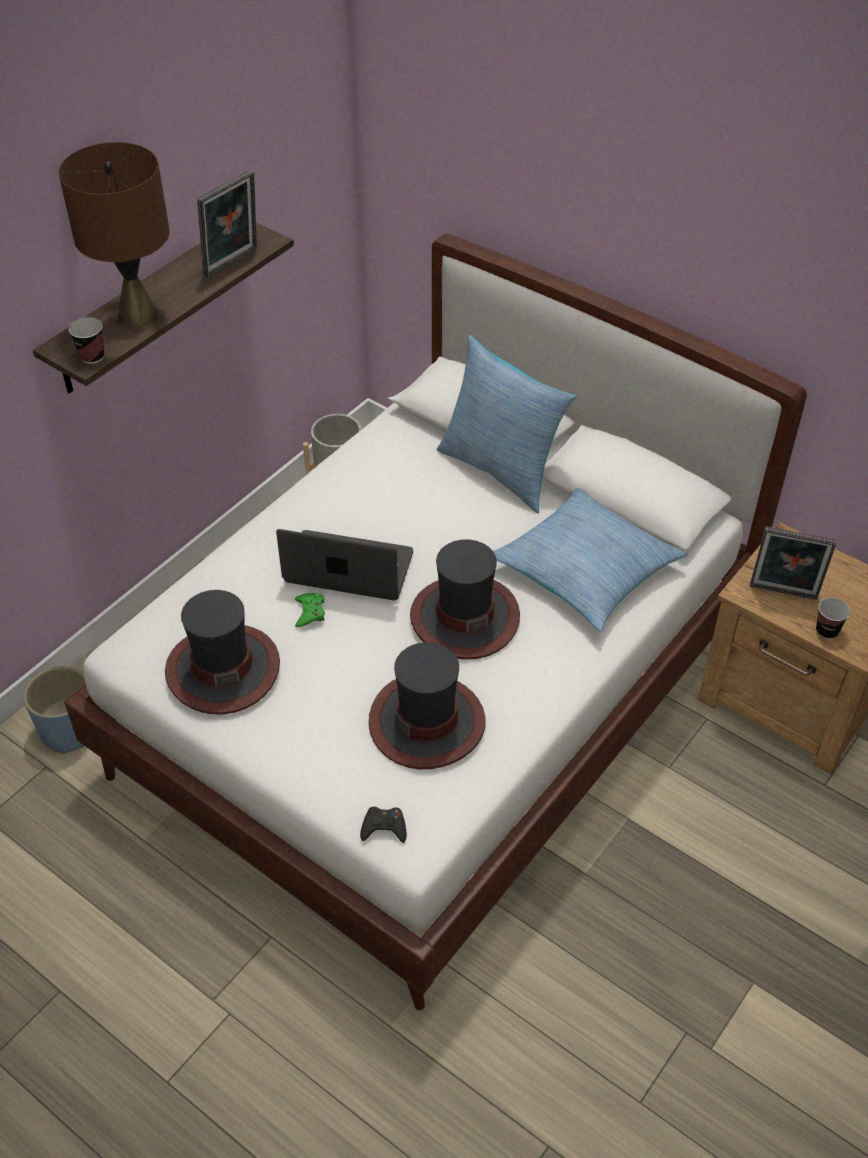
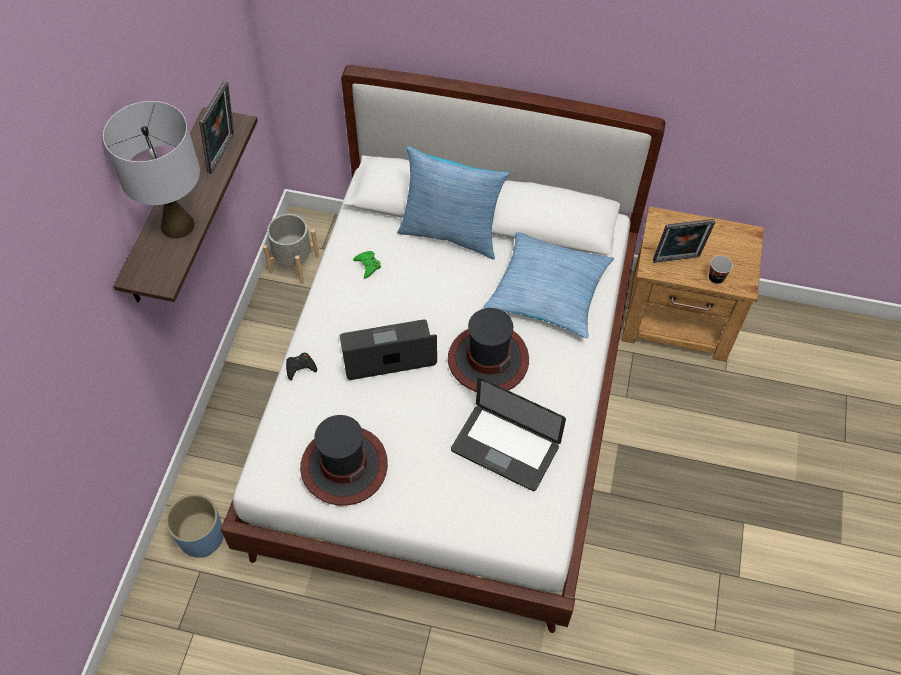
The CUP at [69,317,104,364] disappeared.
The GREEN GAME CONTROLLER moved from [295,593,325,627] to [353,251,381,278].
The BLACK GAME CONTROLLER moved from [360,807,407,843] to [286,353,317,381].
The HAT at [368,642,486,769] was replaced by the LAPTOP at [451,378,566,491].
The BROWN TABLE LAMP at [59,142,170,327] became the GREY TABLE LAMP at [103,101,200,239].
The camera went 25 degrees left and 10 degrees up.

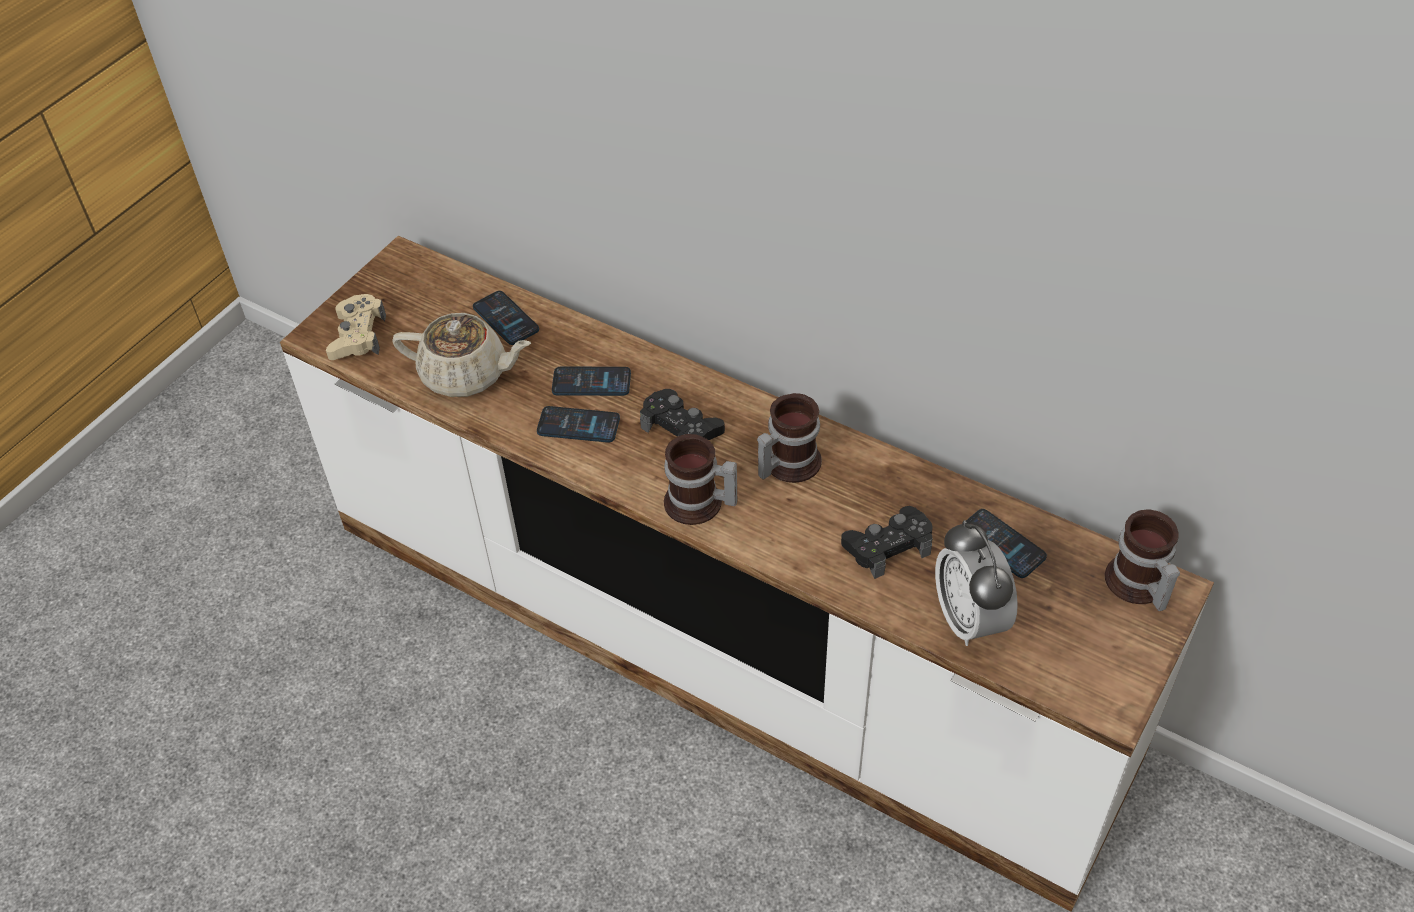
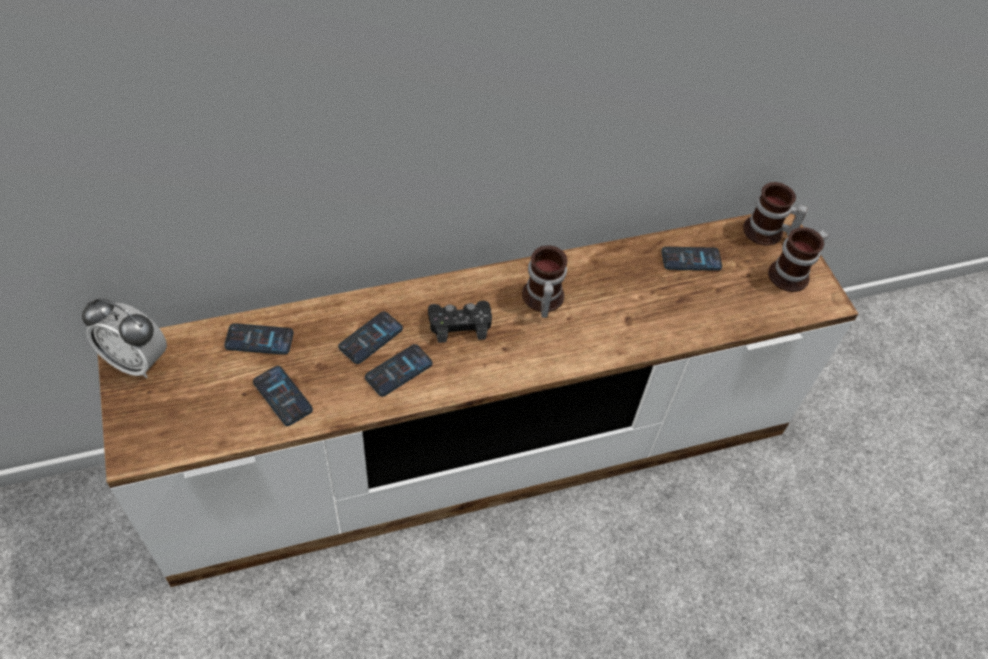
The BEIGE GAME CONTROLLER at [326,294,386,360] disappeared.
The BLACK GAME CONTROLLER at [841,506,933,579] disappeared.
The MUG moved from [664,434,737,525] to [768,227,829,292].
The ALARM CLOCK moved from [935,520,1018,646] to [82,299,167,378].
The BEIGE TEAPOT at [392,313,531,397] was replaced by the PHONE at [253,366,313,426].
The camera went 55 degrees left and 5 degrees up.

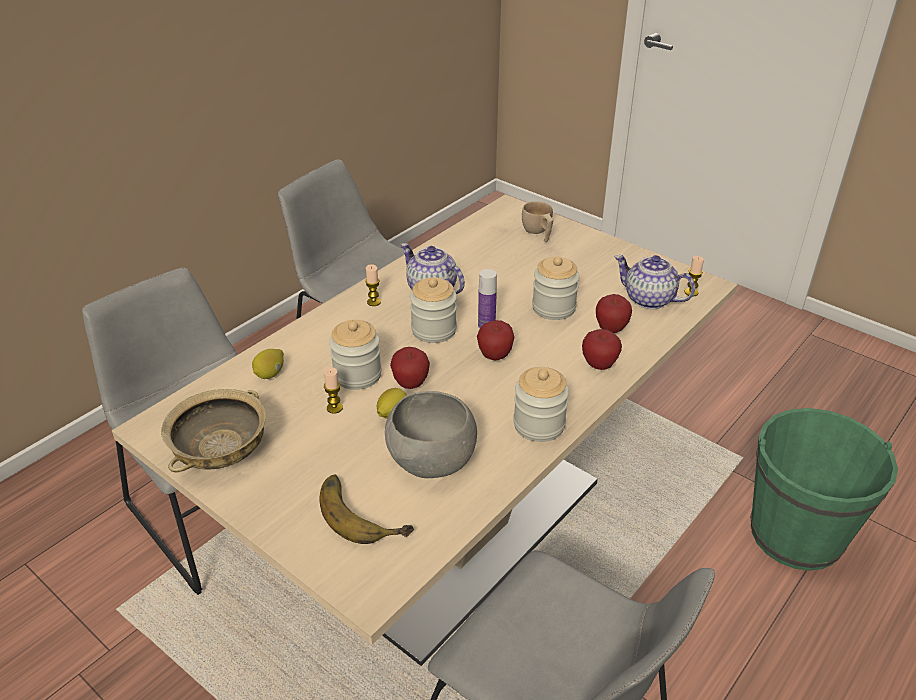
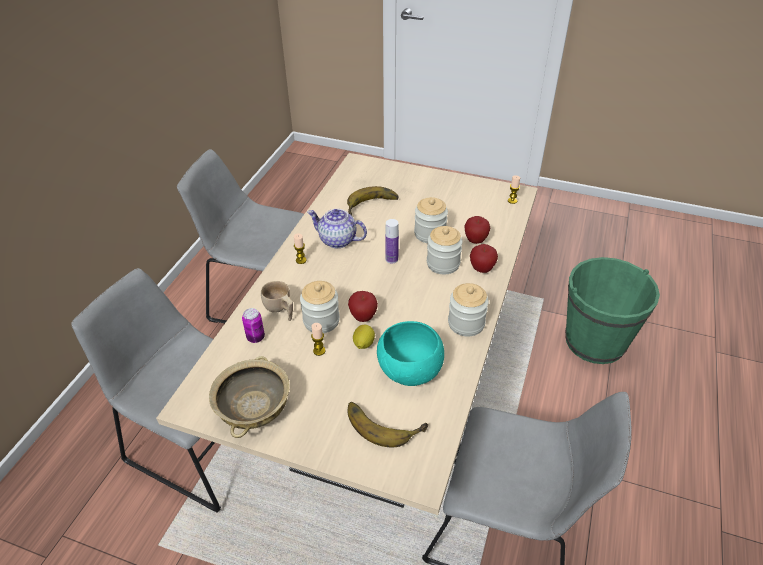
The APPLE at [477,320,514,360] disappeared.
The TEAPOT at [614,255,695,309] disappeared.
The BANANA at [347,186,399,216] appeared.
The JAR moved from [410,277,457,343] to [427,226,463,274].
The BEIGE CUP moved from [522,201,553,242] to [261,281,293,321].
The LEMON at [252,349,284,379] was replaced by the CAN at [242,308,265,343].
The GREY BOWL at [385,391,477,478] became the TURQUOISE BOWL at [377,321,444,386].
The camera went 20 degrees left and 5 degrees up.

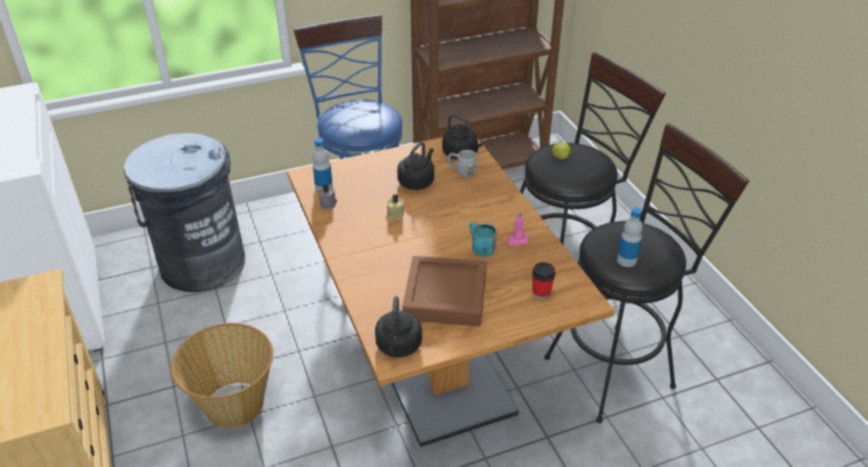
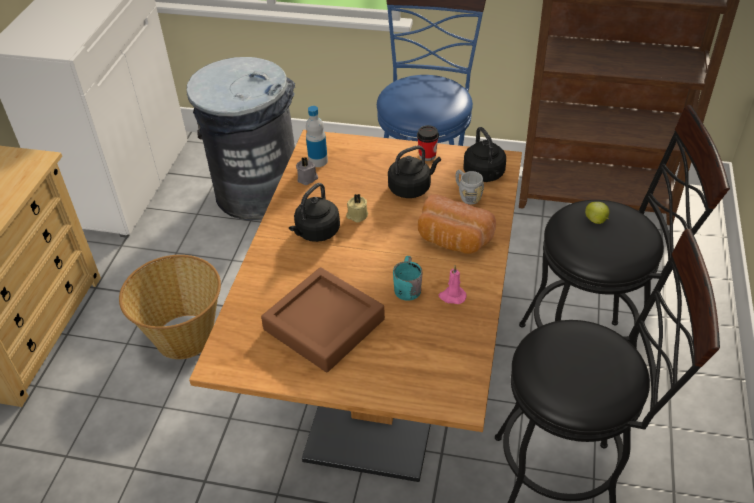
The BOTTLE at [617,207,643,267] disappeared.
The BREAD at [418,194,496,254] appeared.
The BLACK KETTLE moved from [375,296,422,357] to [289,183,340,242].
The CUP moved from [532,262,556,299] to [417,125,439,161].
The camera went 35 degrees right and 5 degrees up.

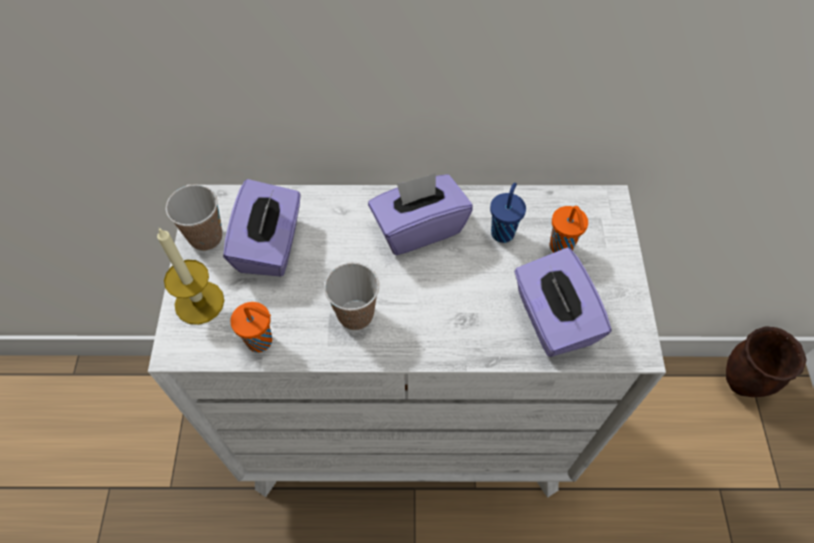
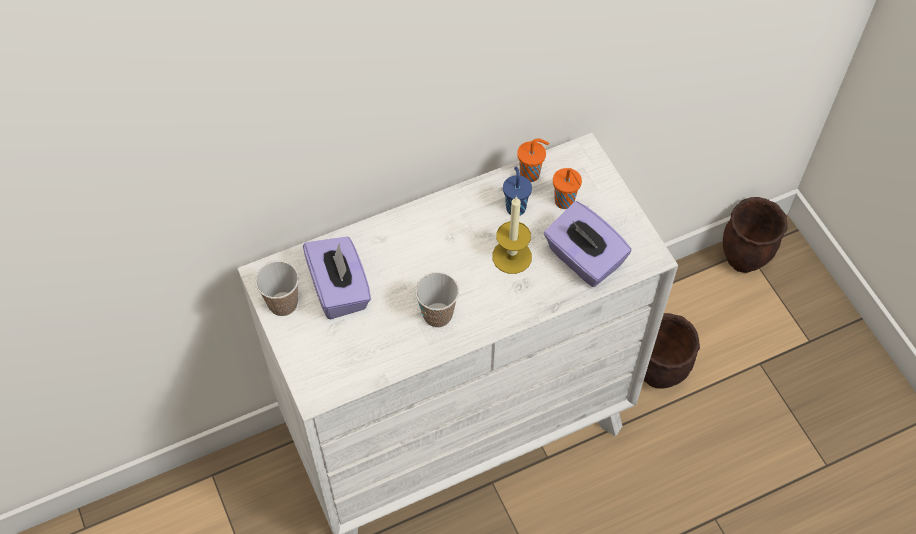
The PURPLE TISSUE BOX at [368,173,473,255] disappeared.
The BROWN PLANTER at [644,313,700,388] appeared.
The CANDLE moved from [157,228,224,325] to [492,196,532,274].
The ORANGE CUP moved from [230,302,272,352] to [517,138,549,182].
The camera went 25 degrees left and 0 degrees up.

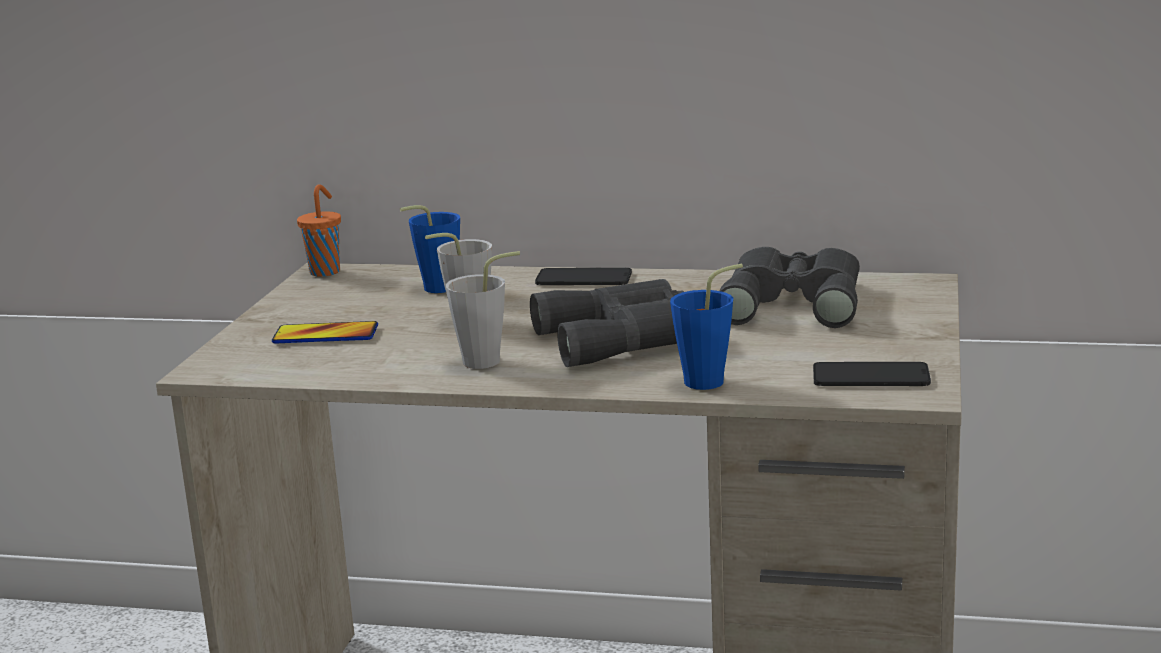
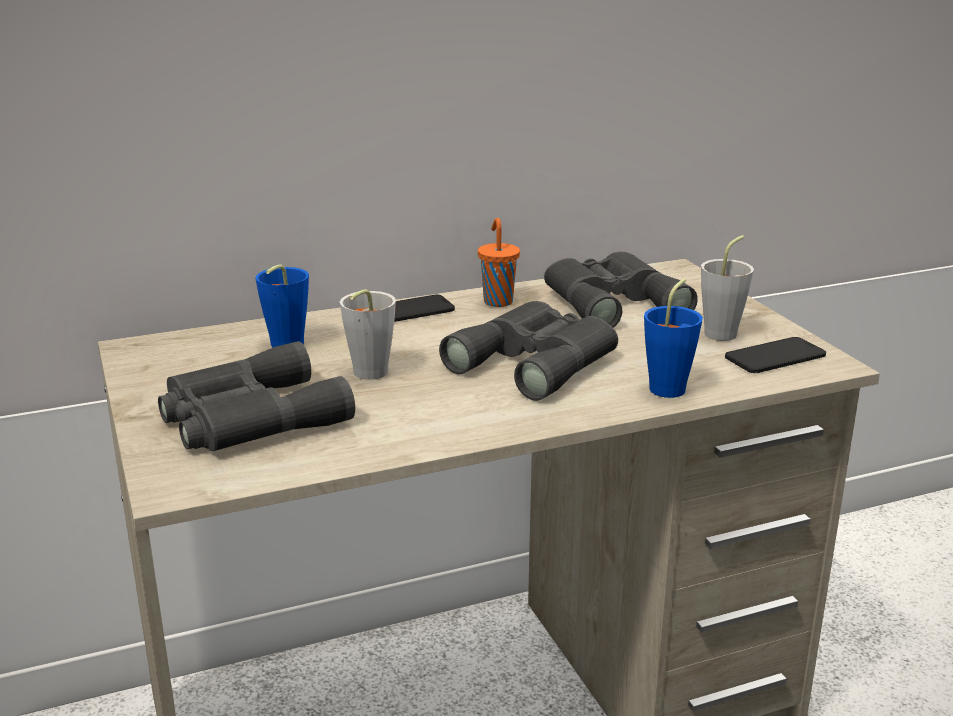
The ORANGE CUP moved from [297,184,341,277] to [478,218,520,307].
The GREY CUP moved from [446,251,520,369] to [701,235,754,341].
The PHONE at [272,321,378,344] was replaced by the GREY BINOCULARS at [158,341,355,452].
The camera went 35 degrees left and 5 degrees up.

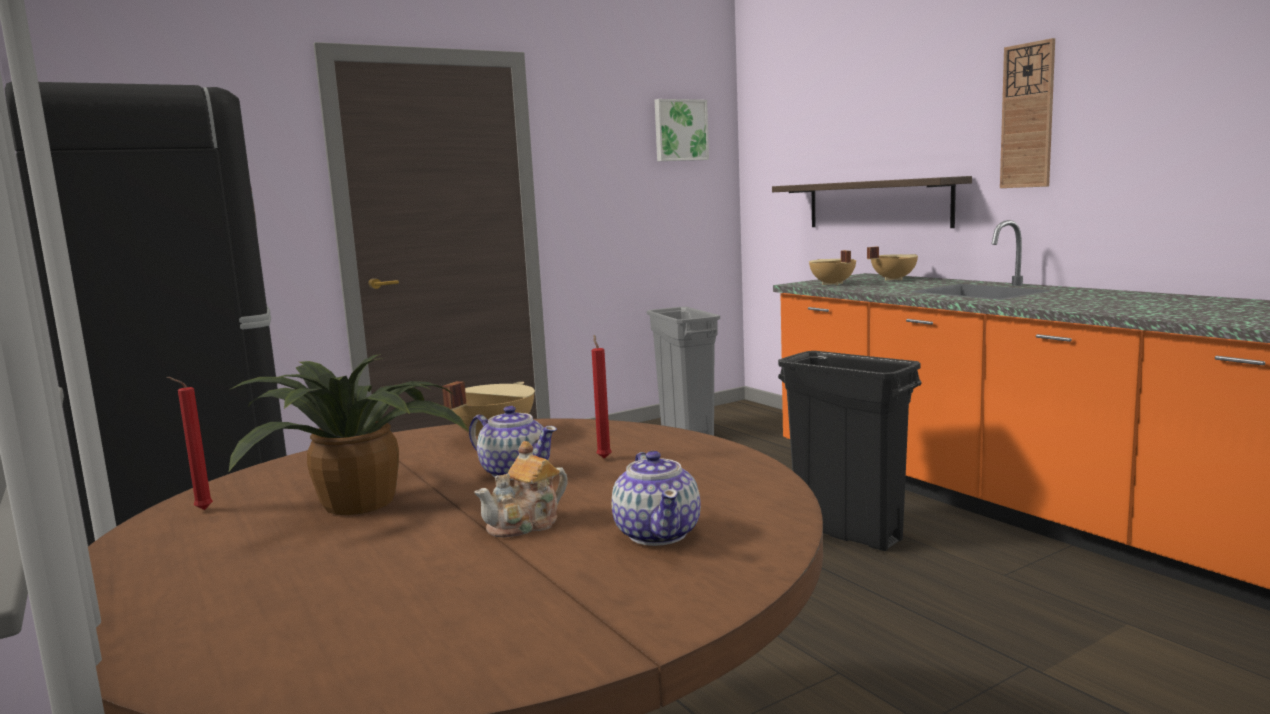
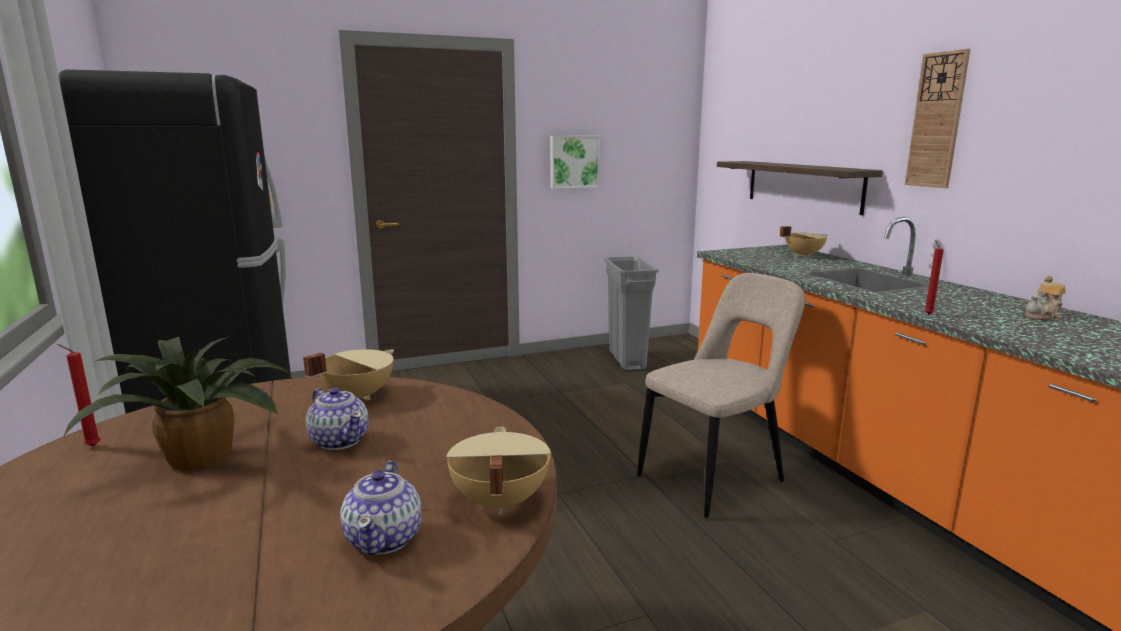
The TEAPOT moved from [474,441,568,538] to [1024,276,1065,320].
The RED CANDLE moved from [592,335,612,459] to [924,240,944,314].
The PICTURE moved from [655,99,709,161] to [550,136,600,189].
The BEIGE COOKING POT moved from [809,250,856,285] to [446,426,551,515].
The BLACK TRASH CAN at [778,351,922,551] was replaced by the BEIGE CHAIR at [637,273,805,518].
The camera went 10 degrees right and 5 degrees up.

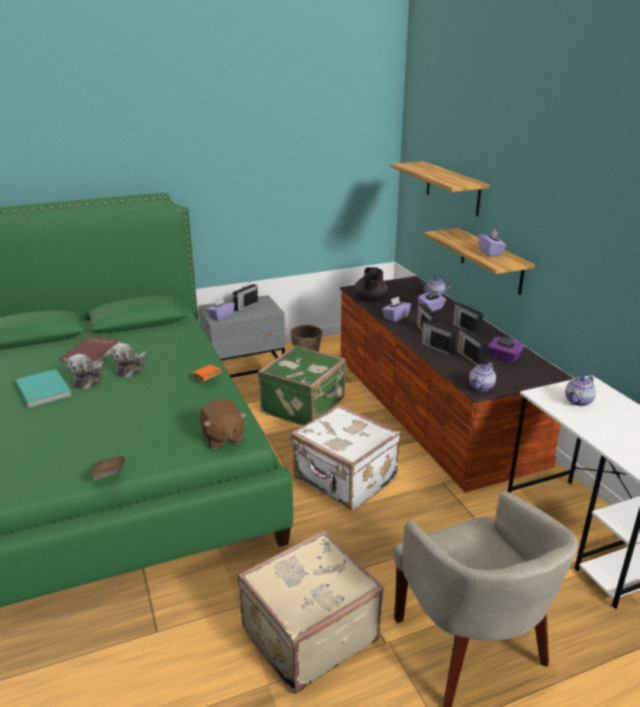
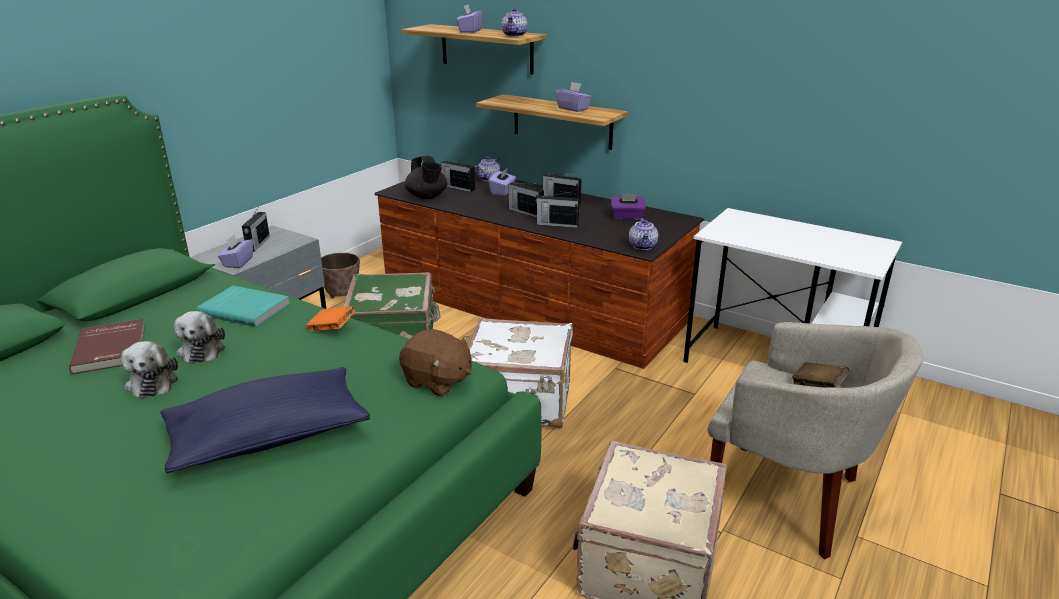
The BLUE PILLOW at [160,367,370,473] appeared.
The TURQUOISE BOOK moved from [15,369,72,408] to [196,286,290,327].
The BROWN BOOK moved from [90,456,125,481] to [792,362,849,388].
The PURPLE TISSUE BOX moved from [382,296,411,322] to [456,5,483,33].
The RADIO moved from [457,328,487,366] to [441,159,475,192].
The TEAPOT moved from [565,375,596,406] to [502,8,528,37].
The camera went 35 degrees left and 0 degrees up.

